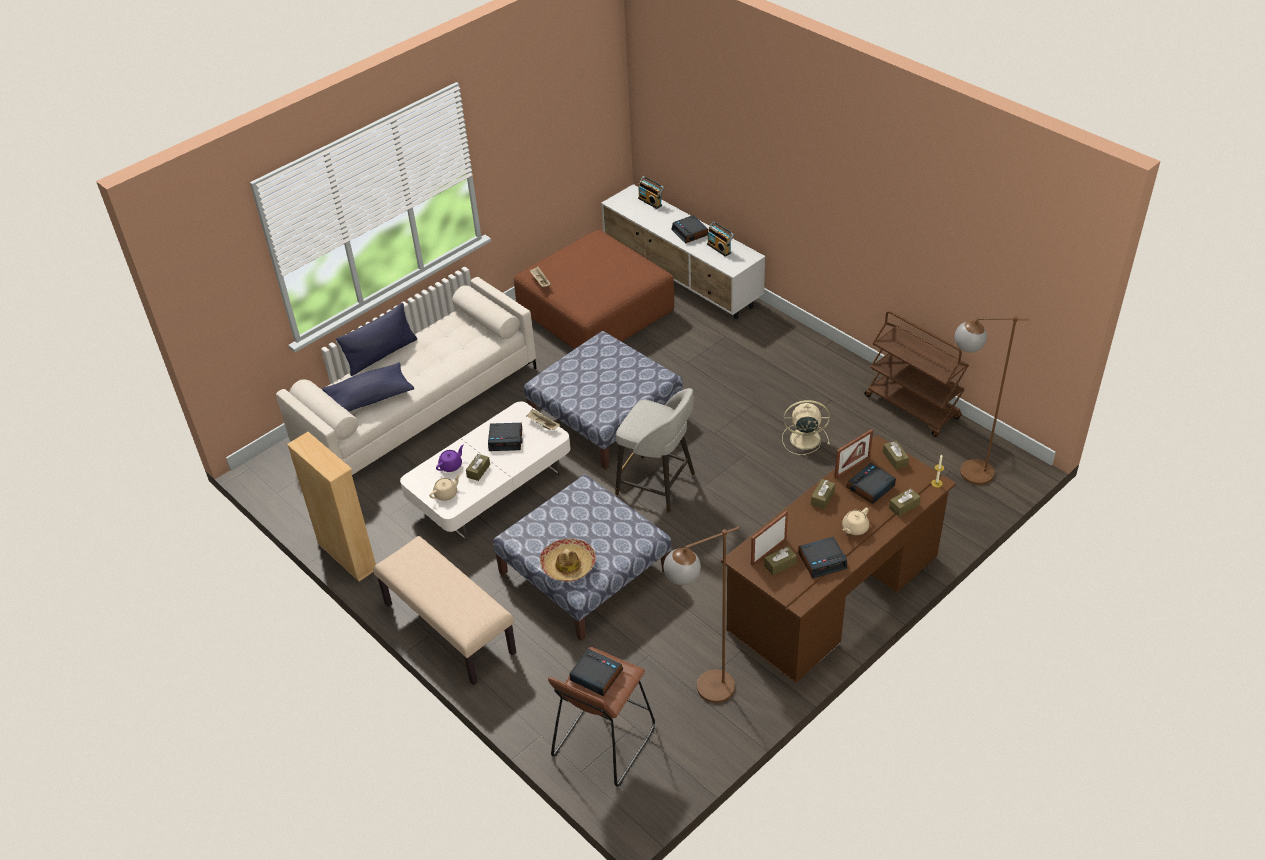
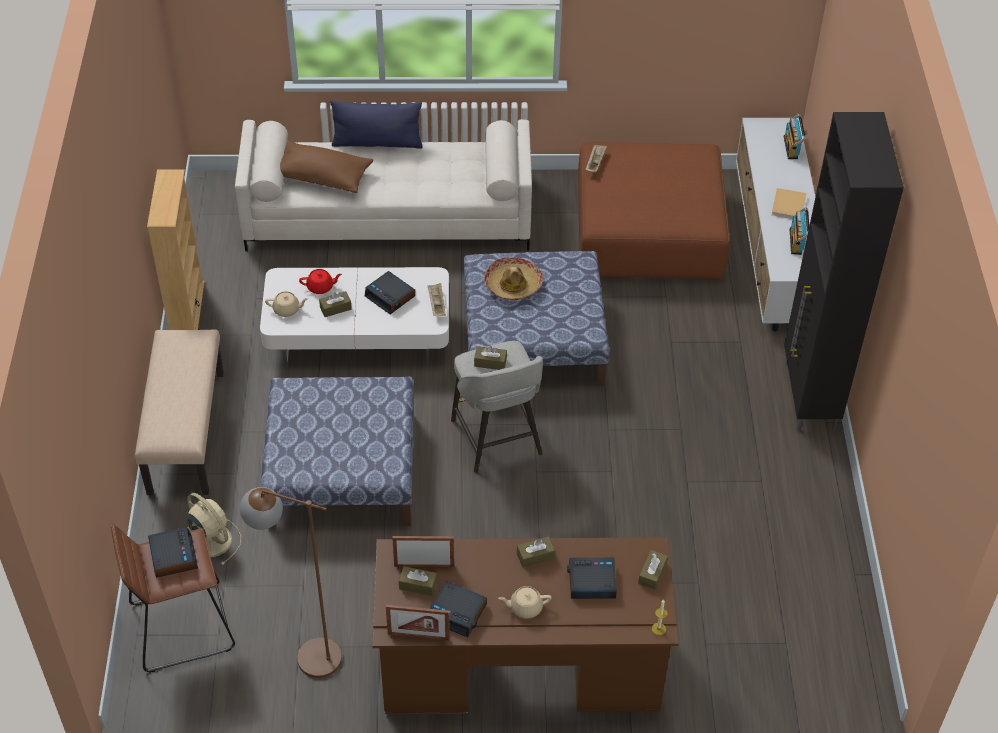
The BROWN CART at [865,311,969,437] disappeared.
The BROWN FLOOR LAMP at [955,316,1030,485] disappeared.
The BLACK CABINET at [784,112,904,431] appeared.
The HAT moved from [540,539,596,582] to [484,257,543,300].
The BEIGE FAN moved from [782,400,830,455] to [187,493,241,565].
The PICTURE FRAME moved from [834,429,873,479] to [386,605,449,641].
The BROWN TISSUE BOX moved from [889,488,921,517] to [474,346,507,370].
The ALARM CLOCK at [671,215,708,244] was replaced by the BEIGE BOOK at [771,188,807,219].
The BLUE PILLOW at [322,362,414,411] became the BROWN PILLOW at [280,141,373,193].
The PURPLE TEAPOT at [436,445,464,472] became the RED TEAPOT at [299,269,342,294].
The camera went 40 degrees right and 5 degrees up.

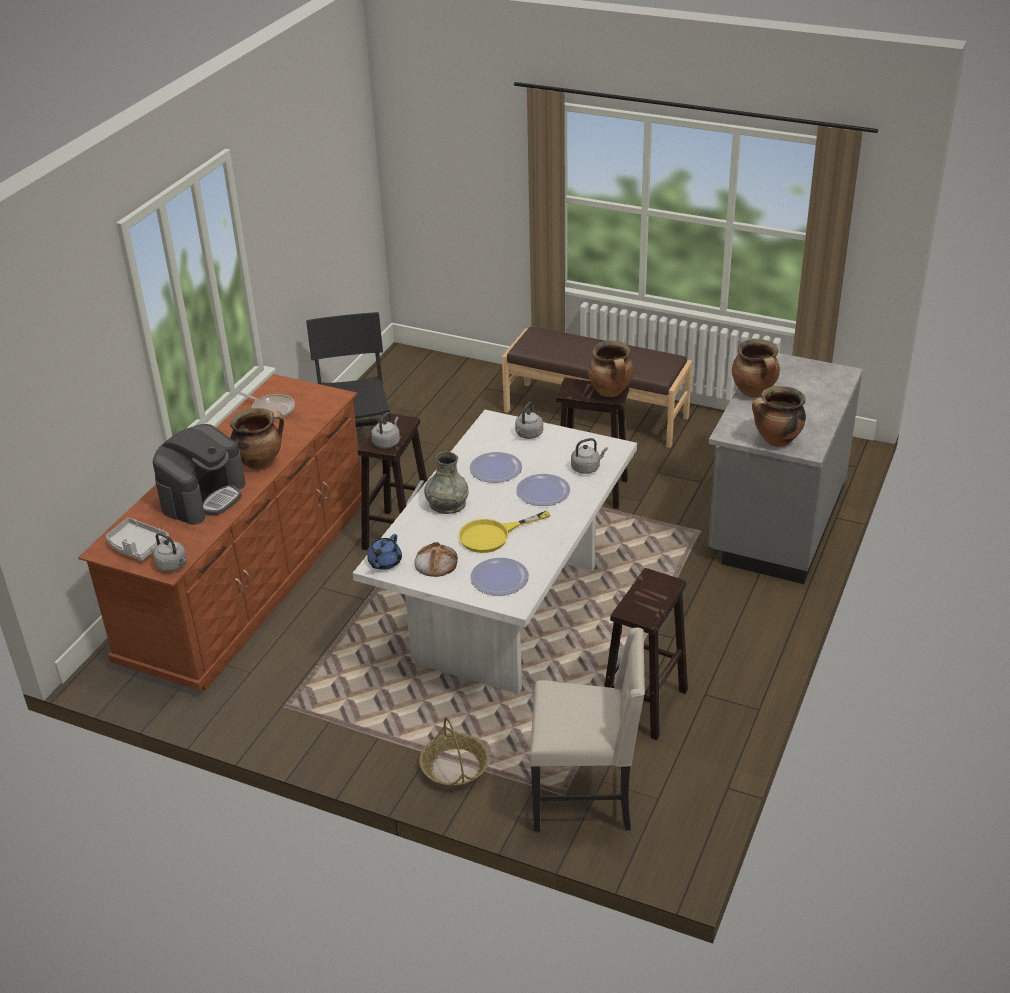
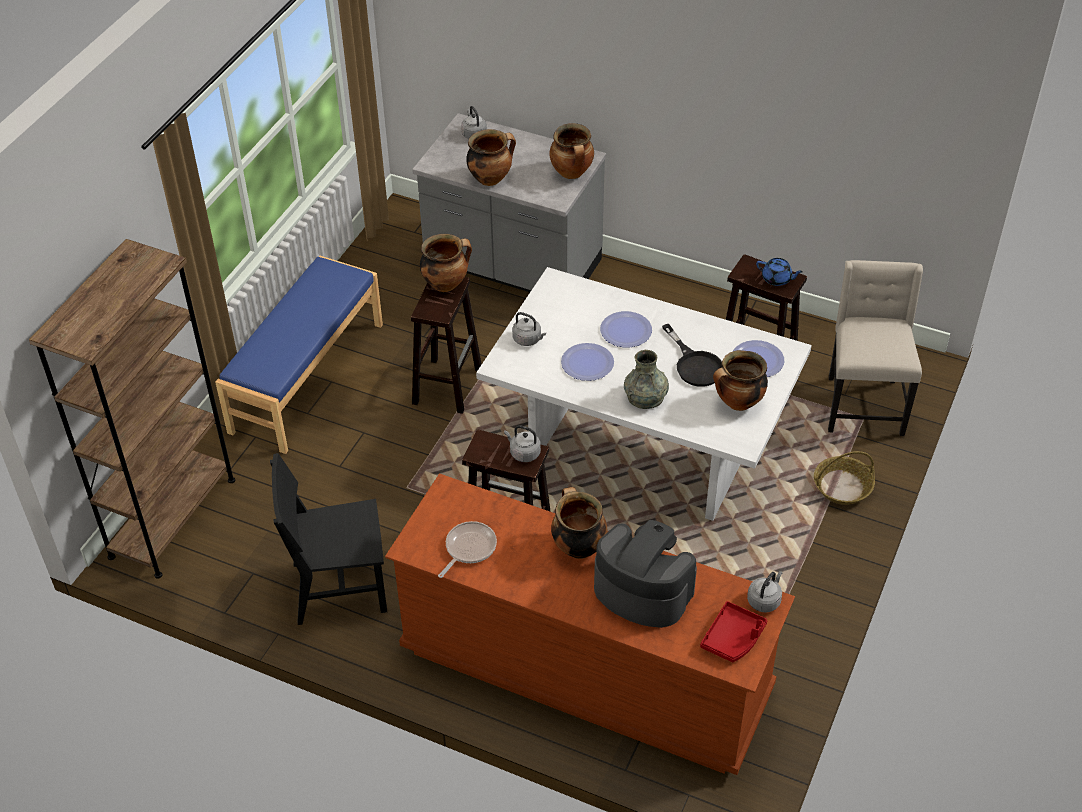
The BROWN BOOKCASE at [29,239,235,579] appeared.
The BLUE TEAPOT moved from [367,534,402,570] to [756,258,803,286].
The GREY KETTLE moved from [571,438,608,474] to [461,106,487,139].
The BREAD at [414,542,458,577] was replaced by the COOKING POT at [713,350,768,411].
The GREY TRAY at [106,518,169,561] became the RED TRAY at [700,601,767,662].
The YELLOW FRYING PAN at [459,510,550,553] became the BLACK FRYING PAN at [662,324,722,387].
The BROWN BENCH at [502,326,692,448] became the BLUE BENCH at [215,256,383,454].
The camera went 90 degrees left and 10 degrees up.

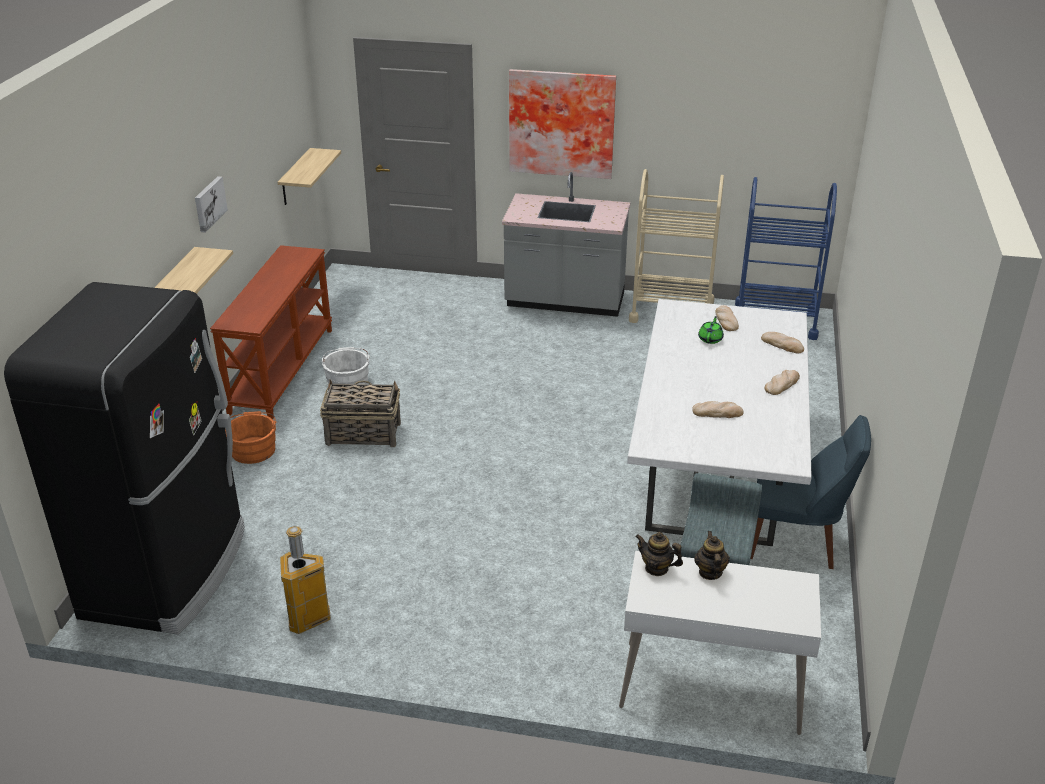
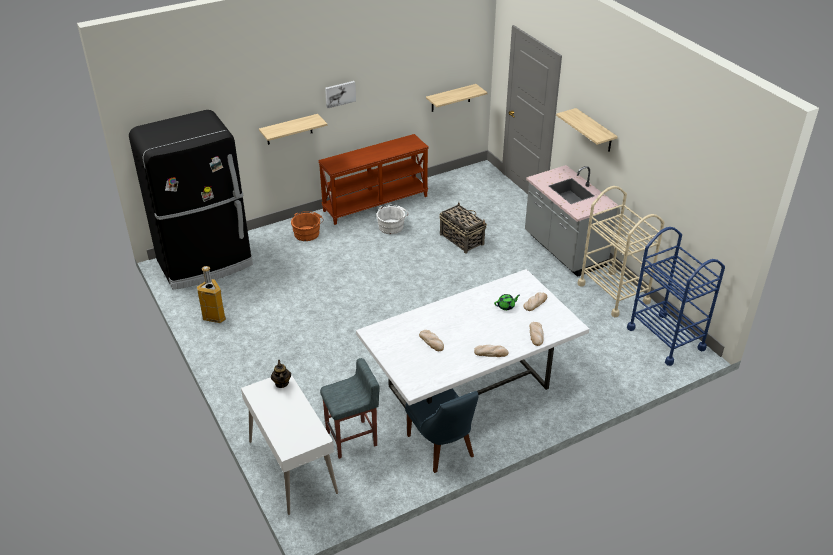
The TEAPOT at [694,531,730,580] disappeared.
The BASKET moved from [320,379,401,447] to [439,202,487,254].
The PICTURE at [509,69,616,179] was replaced by the SHELF at [556,108,618,152].
The camera went 50 degrees right and 5 degrees up.

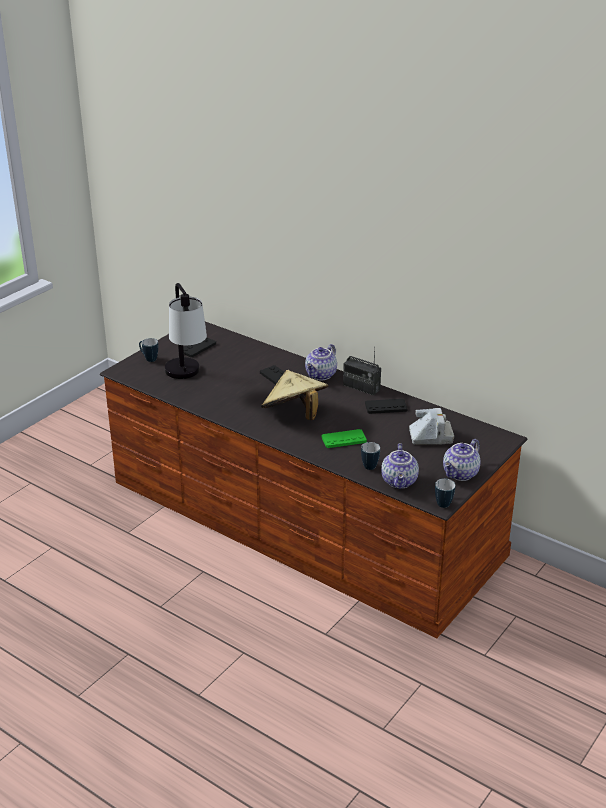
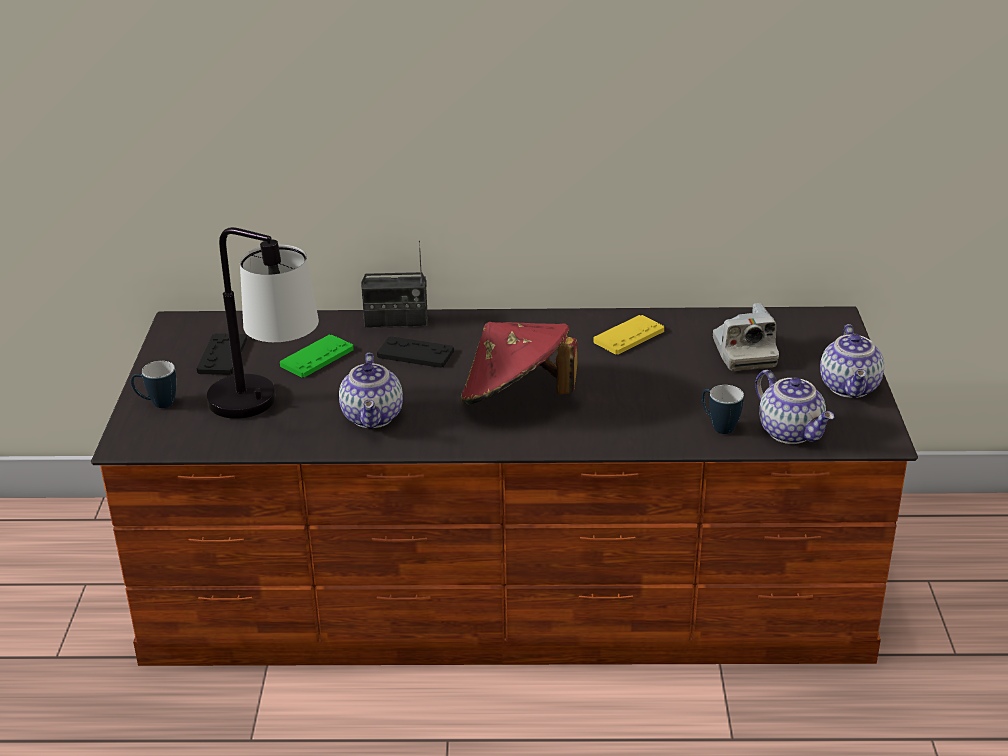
The MUG at [435,478,455,508] disappeared.
The TEAPOT moved from [305,344,337,380] to [339,353,403,429].
The GREEN GAME CONTROLLER moved from [322,429,367,448] to [280,334,354,377].
The RADIO moved from [343,347,381,396] to [361,240,428,328].
The BEIGE HAT at [261,370,328,420] became the RED HAT at [461,322,577,405].
The BLACK GAME CONTROLLER at [365,399,407,414] became the YELLOW GAME CONTROLLER at [593,315,664,355].
The PHOTO CAMERA at [409,408,454,445] turned 120 degrees clockwise.
The camera went 35 degrees left and 0 degrees up.

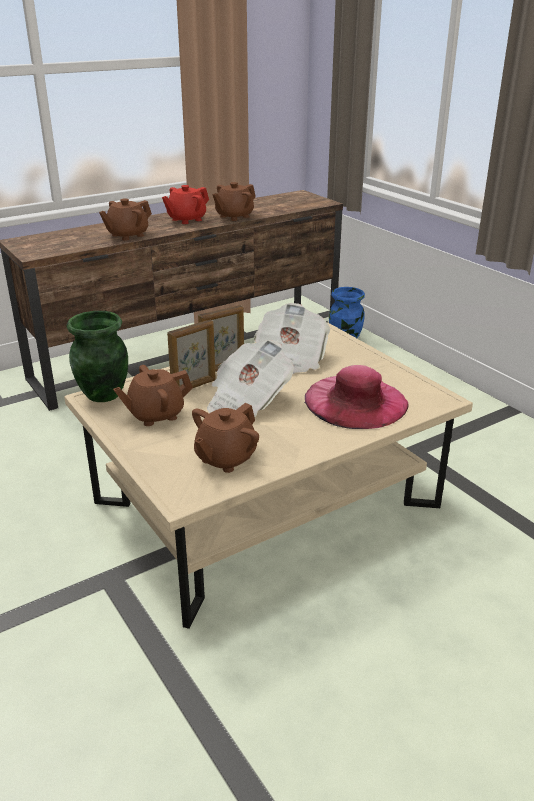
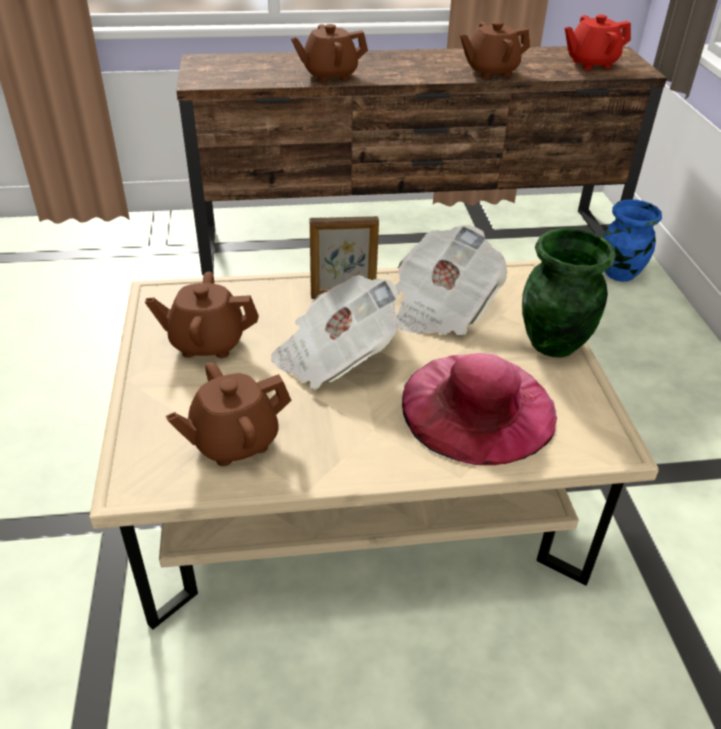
The PICTURE FRAME at [167,320,216,388] disappeared.
The GREEN VASE moved from [67,311,128,402] to [522,228,616,357].
The RED TEAPOT moved from [162,185,209,224] to [565,15,631,70].
The camera went 25 degrees right and 10 degrees up.

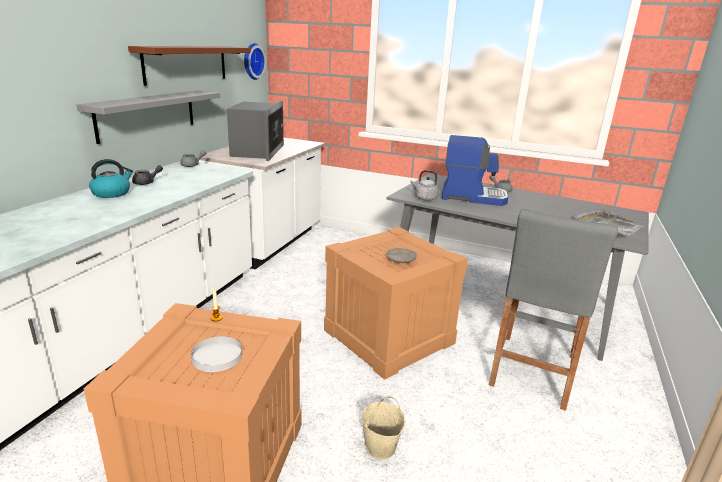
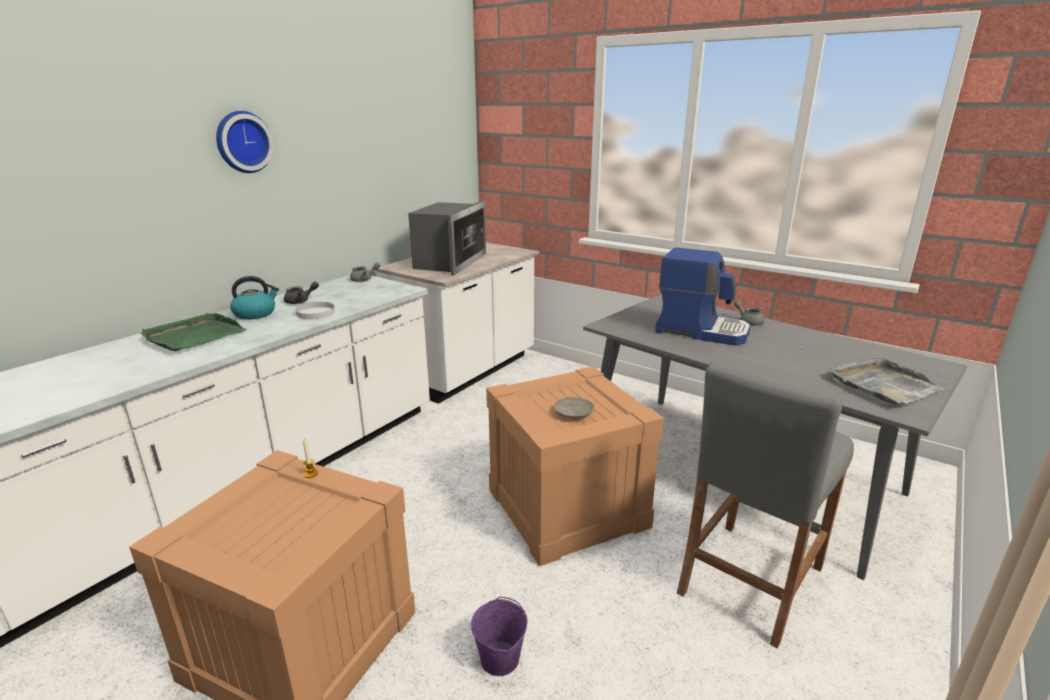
The GREY SHELF at [77,90,220,144] disappeared.
The BROWN SHELF at [128,46,251,86] disappeared.
The GREY KETTLE at [410,170,439,201] disappeared.
The GREEN TRAY at [140,313,247,351] appeared.
The WHITE PLATE moved from [191,336,242,372] to [295,302,335,319].
The WALL CLOCK moved from [244,43,266,80] to [216,111,273,173].
The BEIGE BUCKET at [361,396,405,460] became the PURPLE BUCKET at [471,597,528,676].
The camera went 15 degrees right and 0 degrees up.

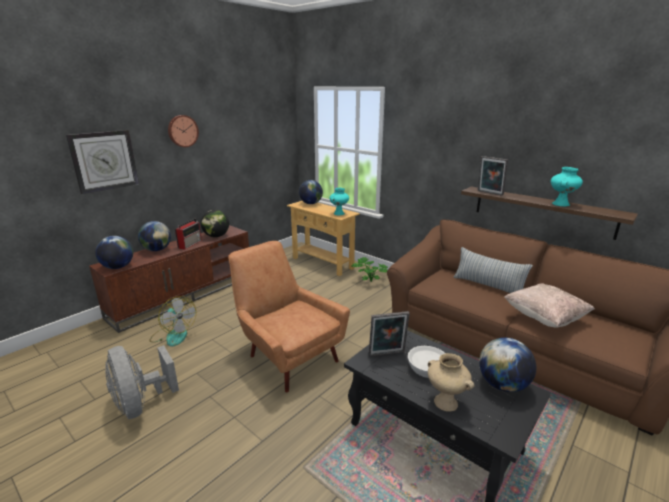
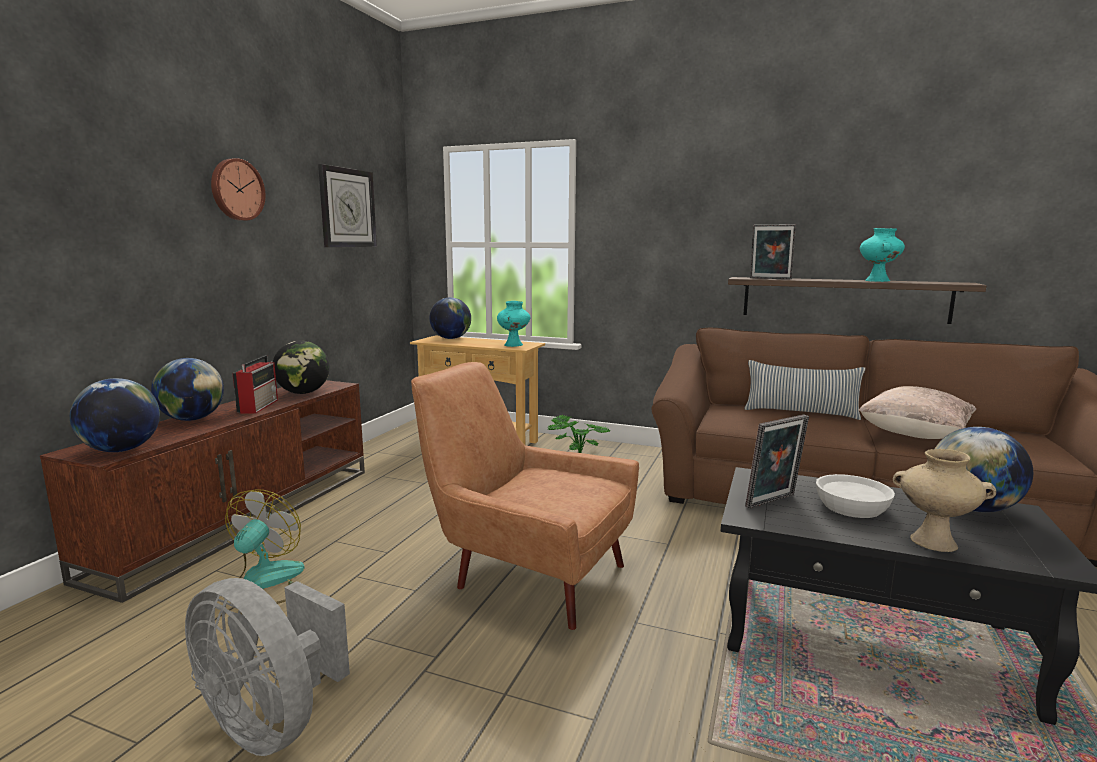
The WALL CLOCK moved from [66,130,139,194] to [318,164,377,247].
The FAN at [150,296,196,346] turned 105 degrees counterclockwise.
The camera went 20 degrees left and 10 degrees down.

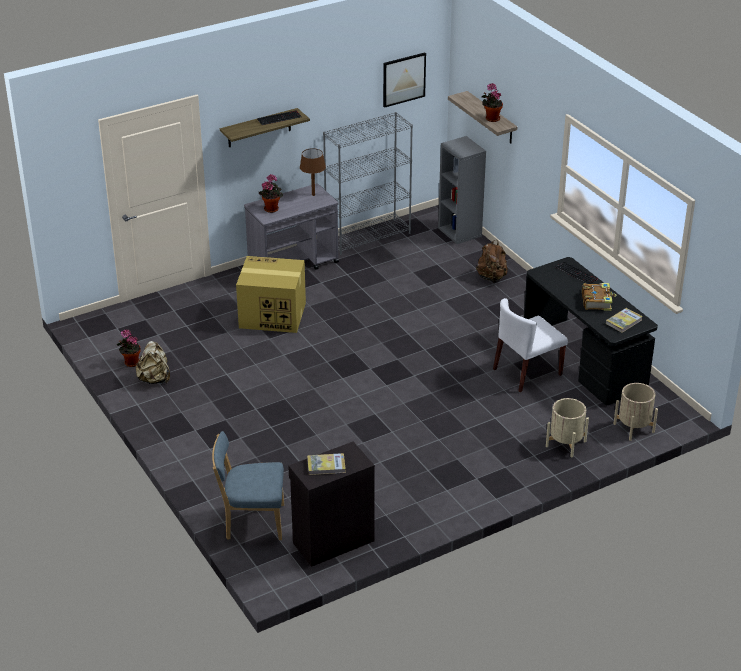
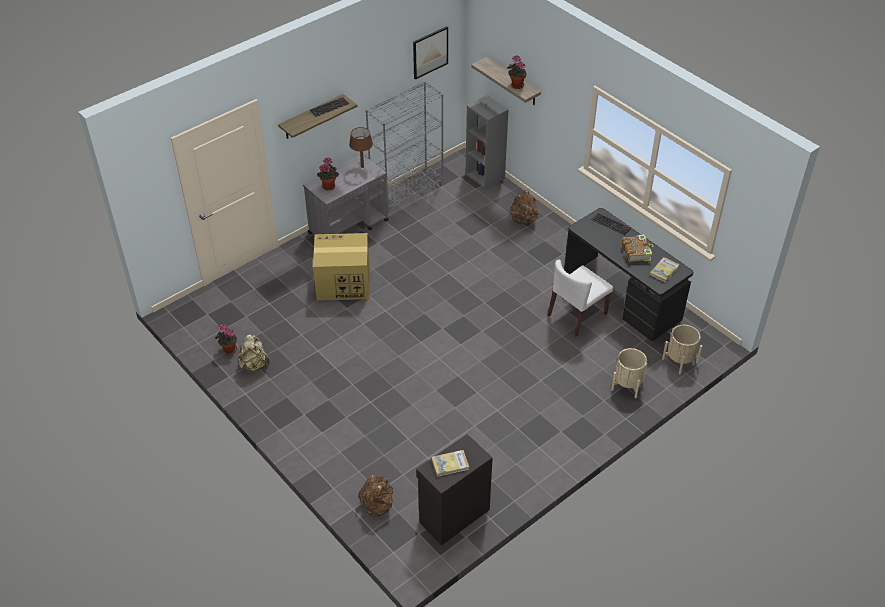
The BLUE CHAIR at [212,431,284,540] was replaced by the BROWN BACKPACK at [358,474,393,519].
The camera went 10 degrees left and 10 degrees up.

